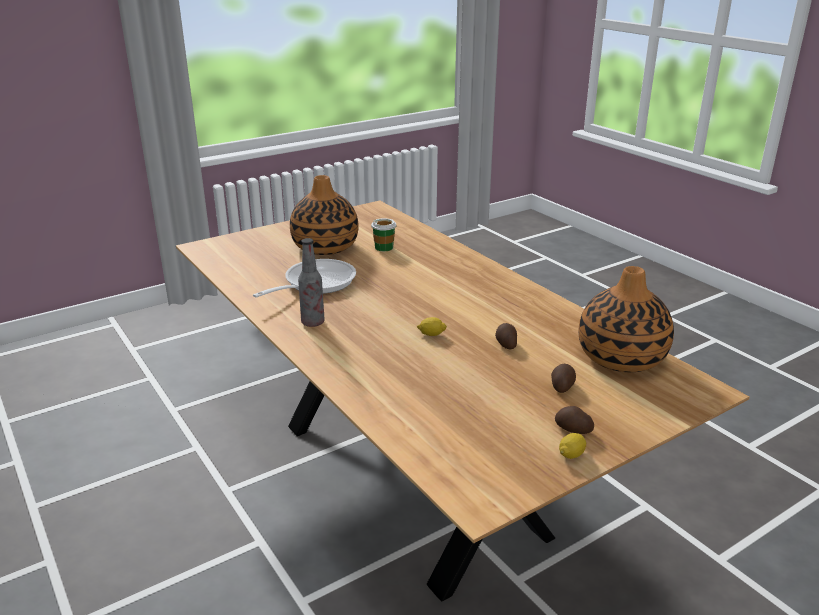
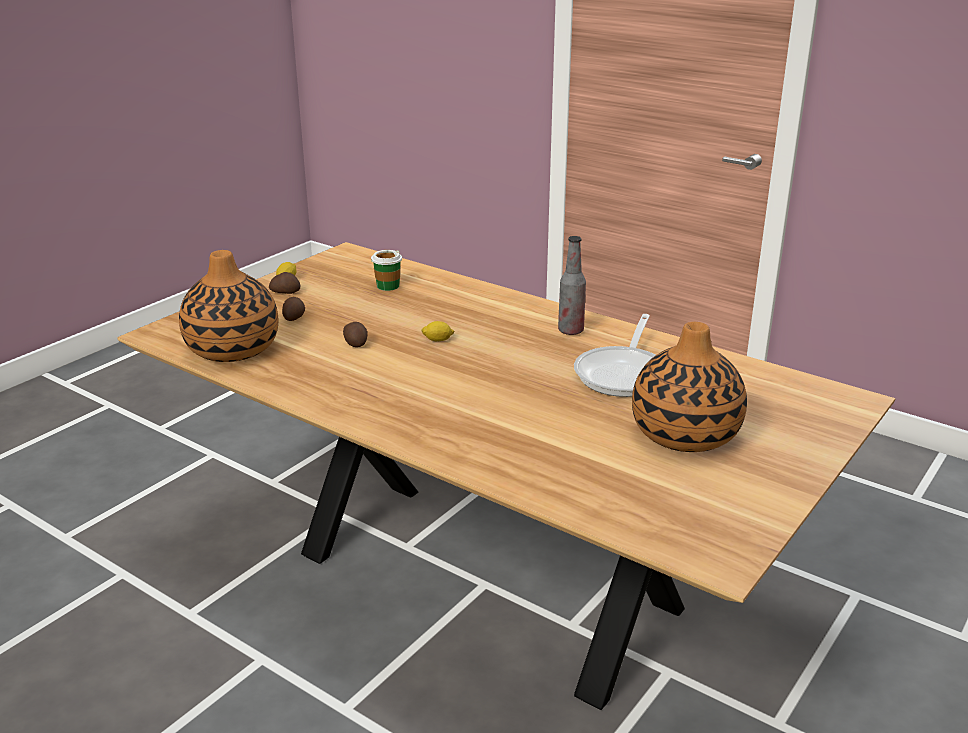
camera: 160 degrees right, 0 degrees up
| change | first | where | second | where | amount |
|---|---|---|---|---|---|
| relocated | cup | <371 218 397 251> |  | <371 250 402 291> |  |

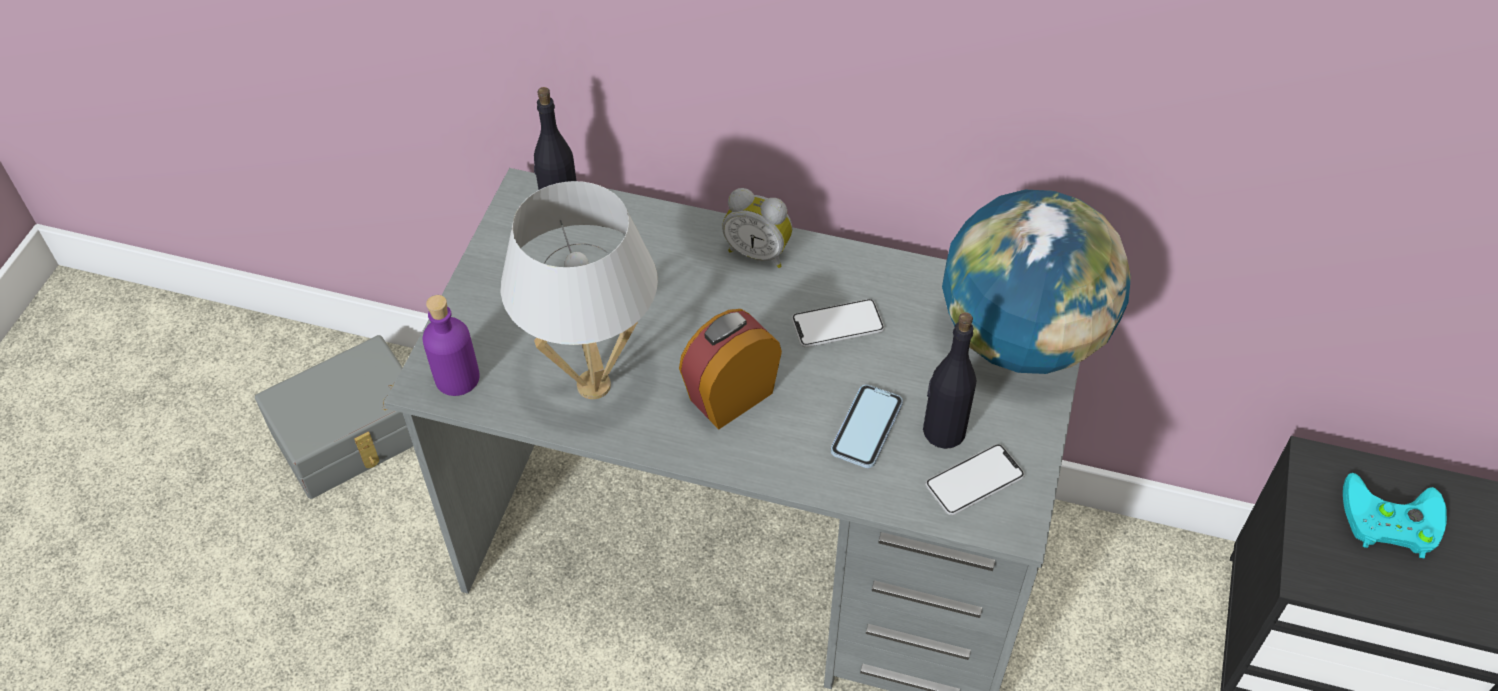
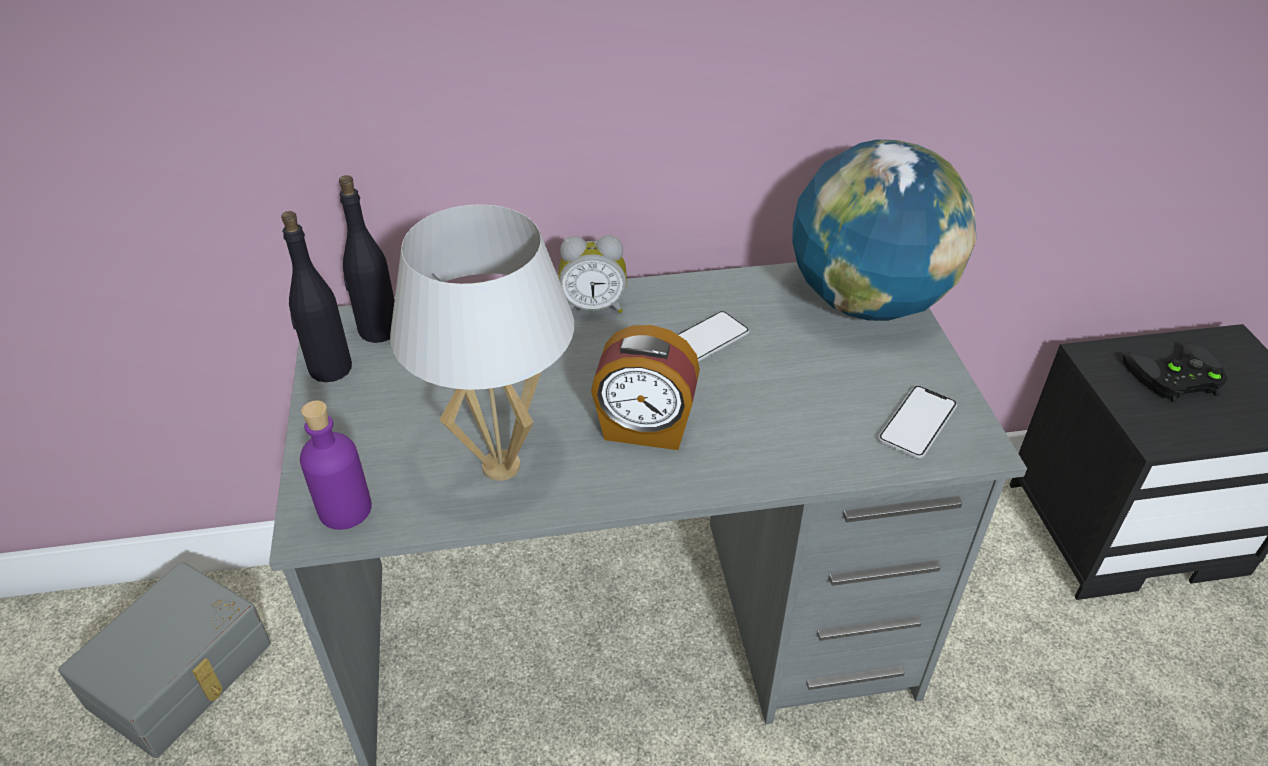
camera: 25 degrees left, 10 degrees down
| change | first | where | second | where | amount |
|---|---|---|---|---|---|
| relocated | bottle (black) | <923 312 976 449> |  | <281 211 352 382> |  |
| spun | alarm clock | <679 309 782 429> |  | <591 325 700 450> | 105 degrees counterclockwise |
| colour | game controller (turquoise) | <1343 473 1447 558> | game controller (black) | <1123 342 1228 403> |  |
| missing | phone | <831 384 903 468> |  |  |  |

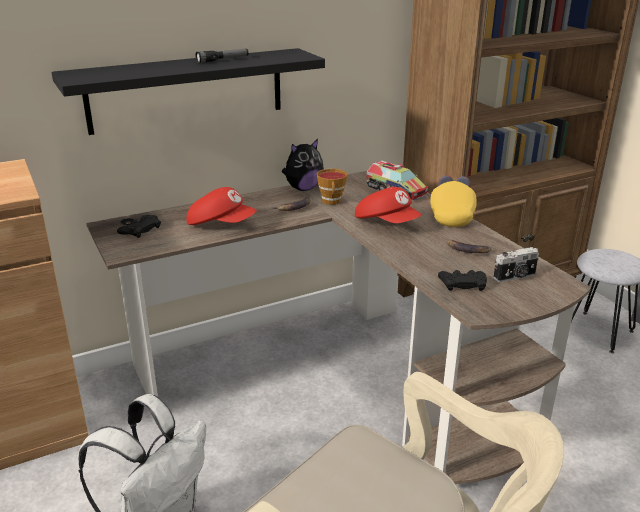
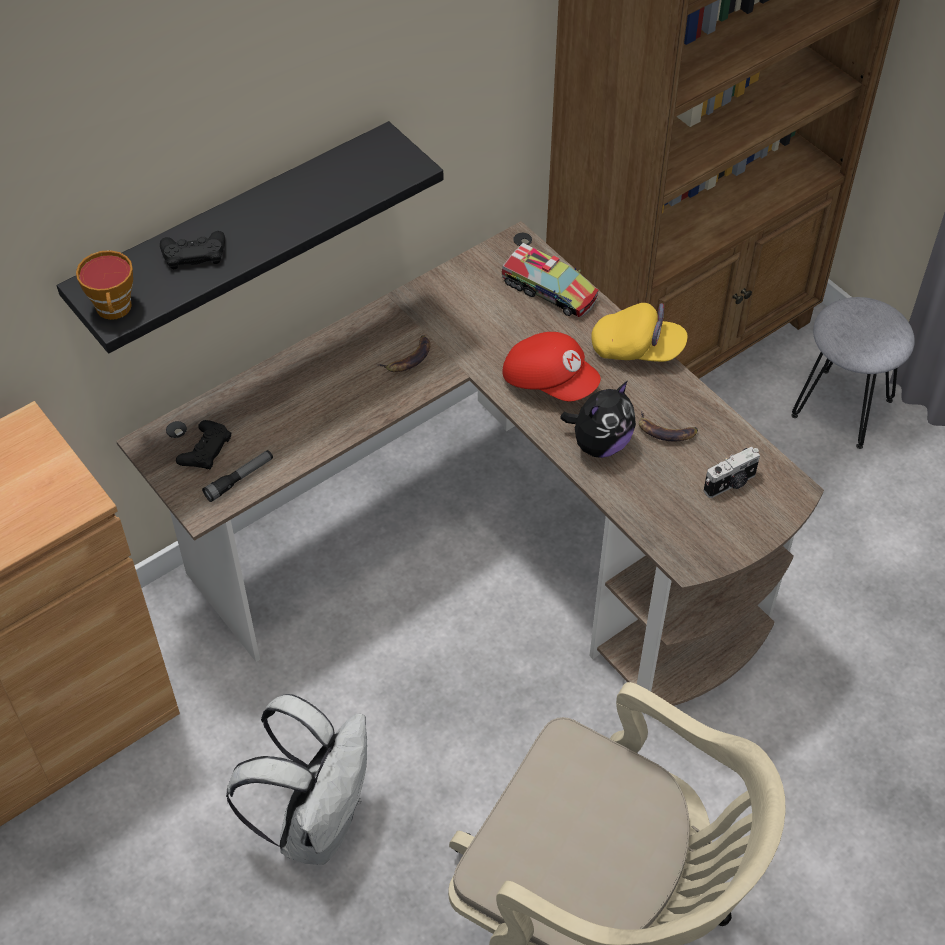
camera: 10 degrees left, 25 degrees up
| change | first | where | second | where | amount |
|---|---|---|---|---|---|
| relocated | cup | <317 169 348 205> |  | <76 250 133 320> |  |
| relocated | game controller (black) | <438 270 487 291> |  | <160 231 225 269> |  |
| relocated | flashlight | <195 49 249 63> |  | <202 450 273 502> |  |
| relocated | plush toy | <282 139 324 191> |  | <560 381 636 458> |  |
| spun | cap (yellow) | <430 175 477 227> |  | <591 303 688 362> | 105 degrees clockwise |
| missing | cap (red) | <186 187 257 225> |  |  |  |

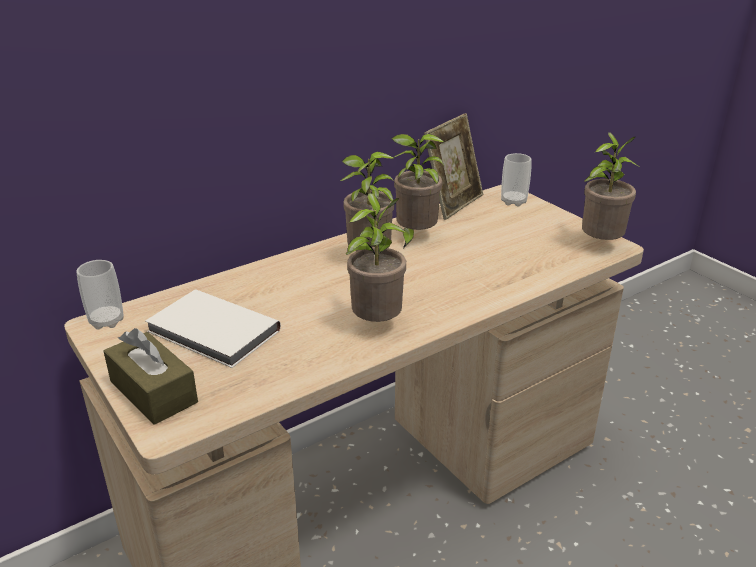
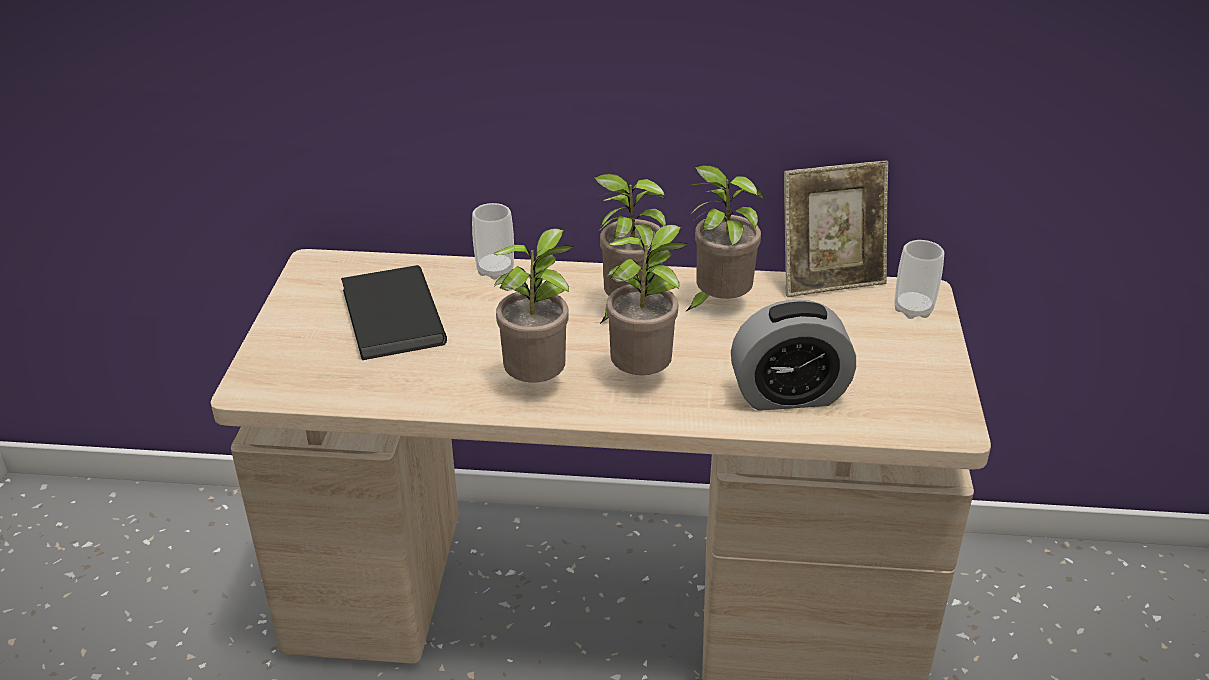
camera: 40 degrees right, 5 degrees up
| change | first | where | second | where | amount |
|---|---|---|---|---|---|
| colour | book (white) | <145 289 281 368> | book (black) | <341 265 447 360> |  |
| relocated | cup | <76 260 124 329> |  | <472 203 514 280> |  |
| relocated | potted plant | <582 132 639 240> |  | <606 224 687 375> |  |
| appeared |  |  | alarm clock | <731 299 856 411> |  |
| missing | tissue box (brown) | <104 328 198 425> |  |  |  |

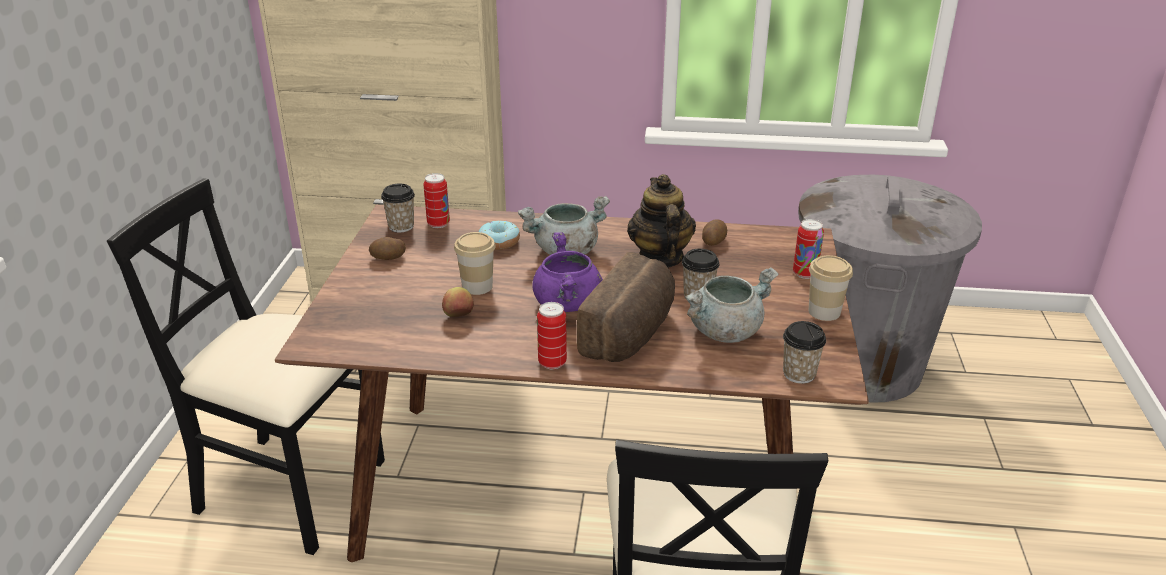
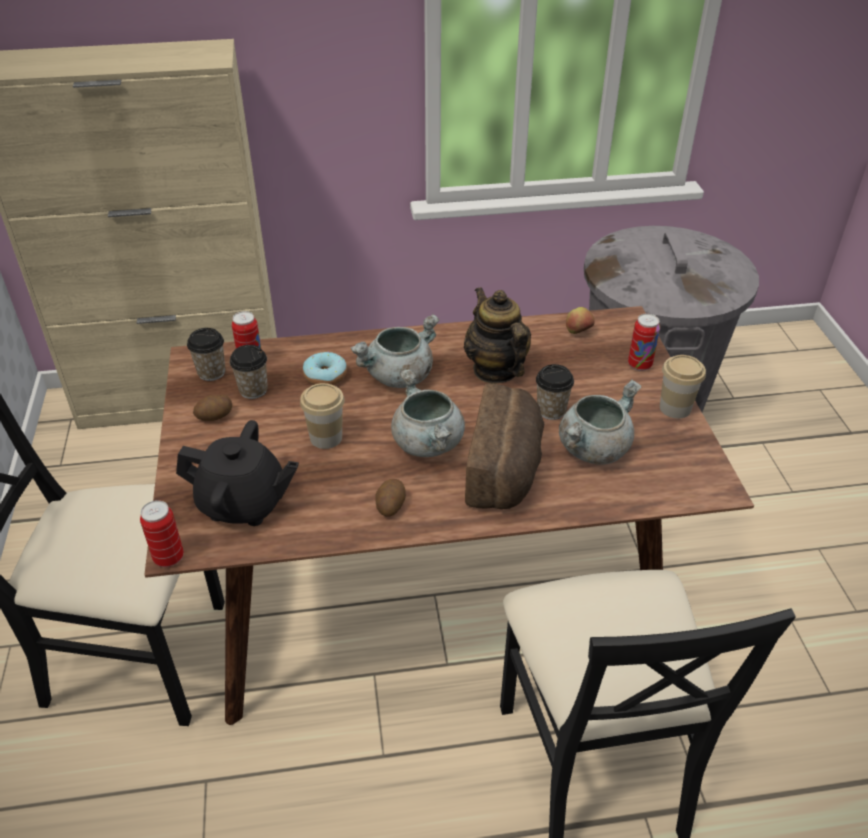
camera: 15 degrees left, 10 degrees up
| change | first | where | second | where | amount |
|---|---|---|---|---|---|
| relocated | can | <537 302 567 369> |  | <140 500 184 567> |  |
| appeared |  |  | teapot (black) | <176 420 299 526> |  |
| relocated | cup | <783 321 826 384> |  | <230 345 268 399> |  |
| relocated | potato | <702 219 727 246> |  | <375 479 406 517> |  |
| colour | cooking pot (purple) | <532 232 603 312> | cooking pot (grey) | <391 369 465 457> |  |
| relocated | apple | <442 287 474 317> |  | <566 307 595 334> |  |

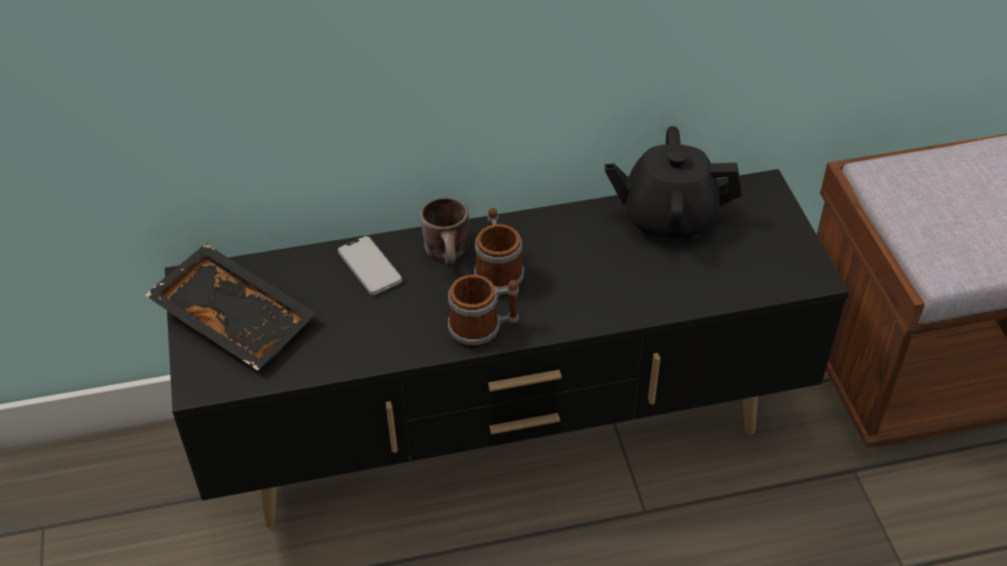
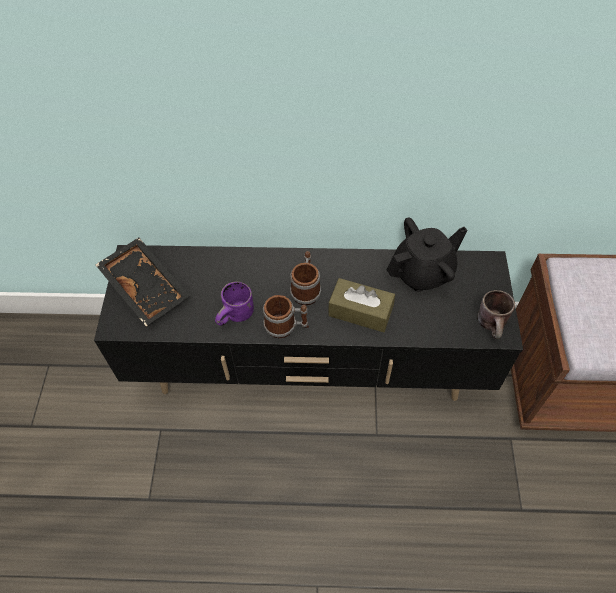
camera: 15 degrees right, 10 degrees up
| change | first | where | second | where | amount |
|---|---|---|---|---|---|
| appeared |  |  | mug (purple) | <215 282 254 326> |  |
| appeared |  |  | tissue box (brown) | <328 278 395 332> |  |
| spun | teapot (black) | <604 126 742 240> |  | <387 217 467 292> | 135 degrees clockwise |
| relocated | mug (brown) | <420 198 469 267> |  | <477 290 515 339> |  |
| missing | phone | <338 236 403 295> |  |  |  |

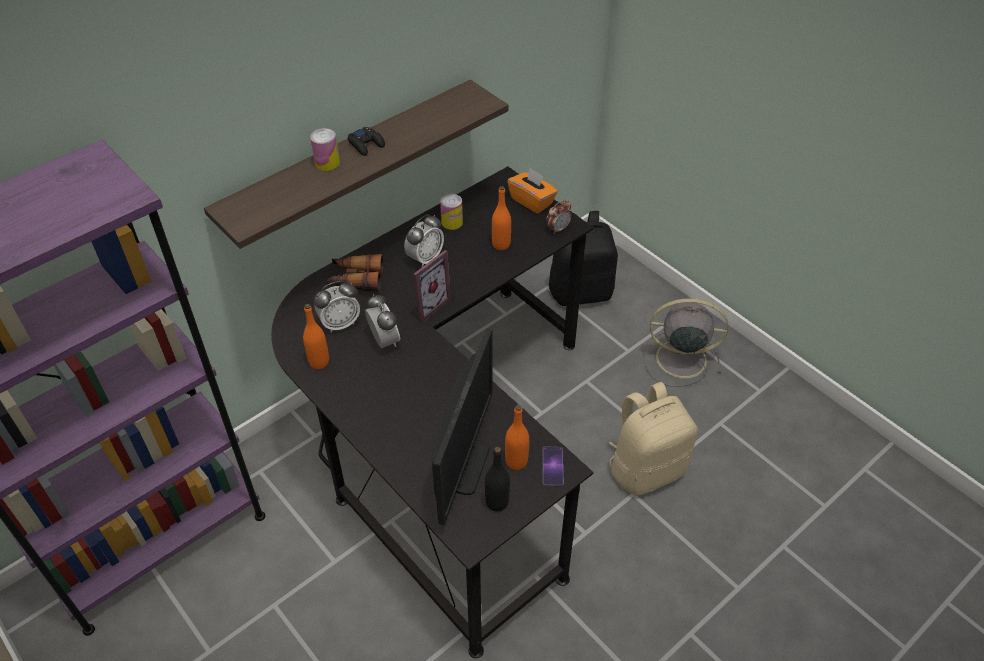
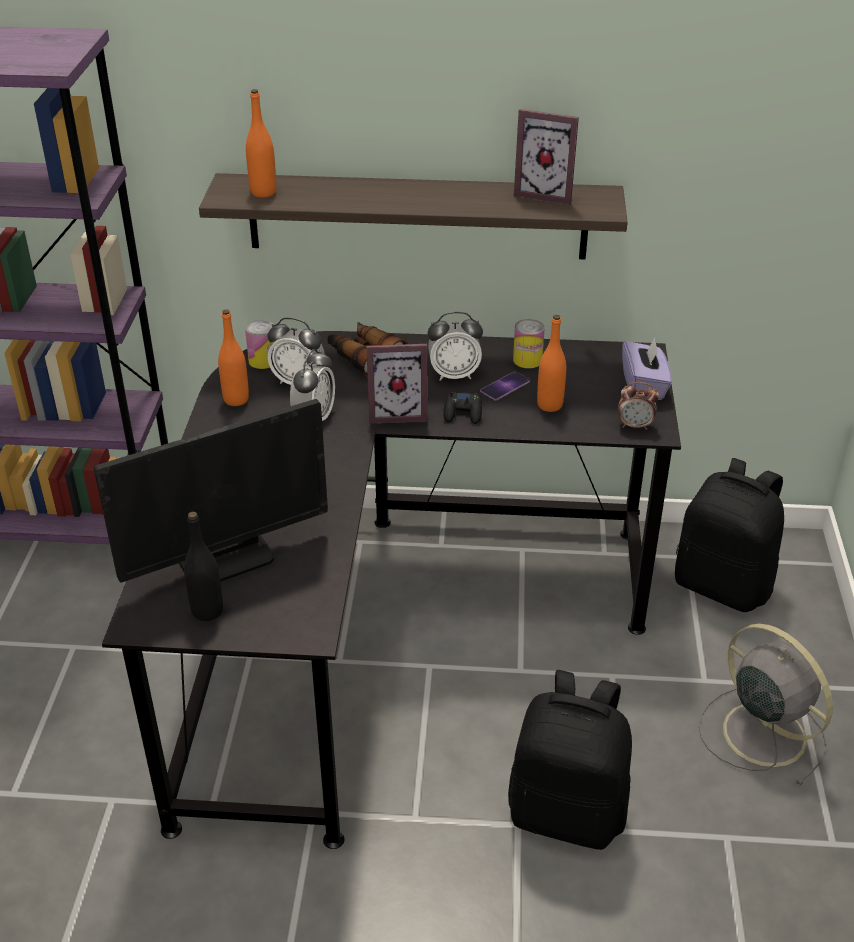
camera: 45 degrees right, 10 degrees down
| change | first | where | second | where | amount |
|---|---|---|---|---|---|
| relocated | can | <310 128 340 171> |  | <245 320 275 369> |  |
| relocated | bottle (orange) | <505 405 529 470> |  | <246 89 276 198> |  |
| relocated | game controller (black) | <348 127 385 156> |  | <443 392 482 424> |  |
| relocated | phone | <543 446 563 486> |  | <480 371 530 401> |  |
| colour | backpack (beige) | <609 382 698 496> | backpack (black) | <508 670 632 850> |  |
| appeared |  |  | picture frame | <514 109 579 205> |  |
| colour | tissue box (orange) | <507 168 558 214> | tissue box (purple) | <622 338 672 400> |  |

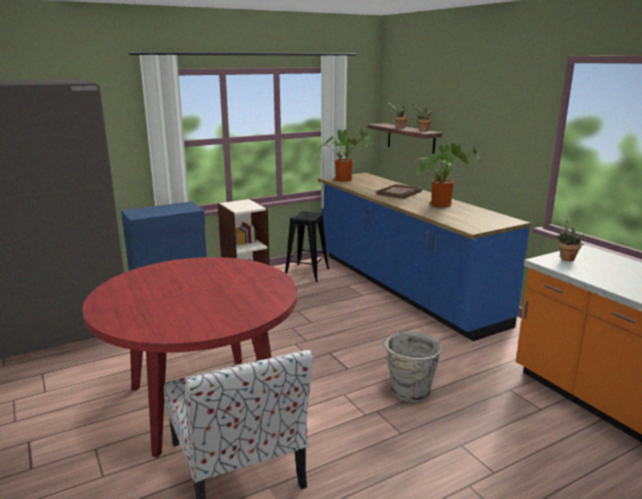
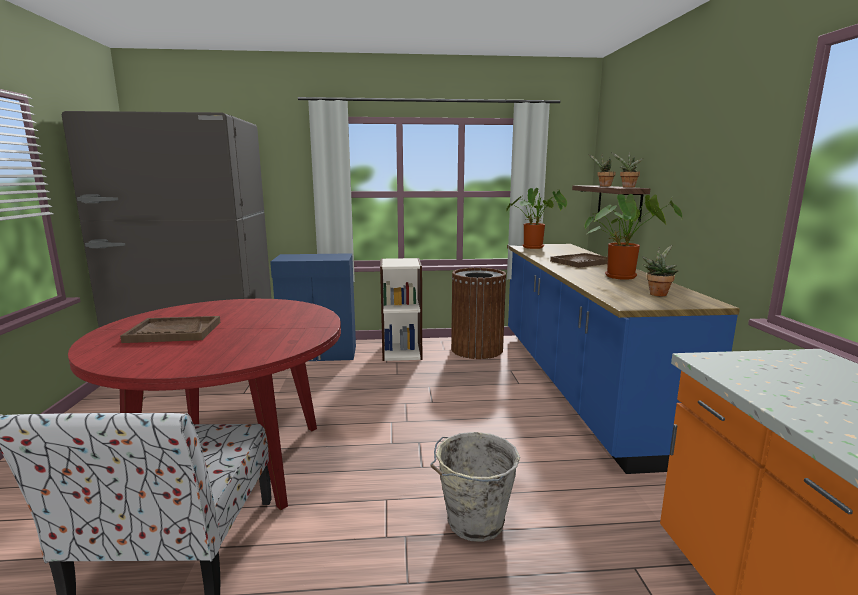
camera: 25 degrees right, 5 degrees down
| change | first | where | second | where | amount |
|---|---|---|---|---|---|
| appeared |  |  | tray (brown) | <120 316 220 343> |  |
| exchanged | stool (black) | <285 211 329 282> | trash can (brown) | <451 268 506 359> |  |
| relocated | potted plant | <554 215 584 261> |  | <642 245 679 296> |  |

